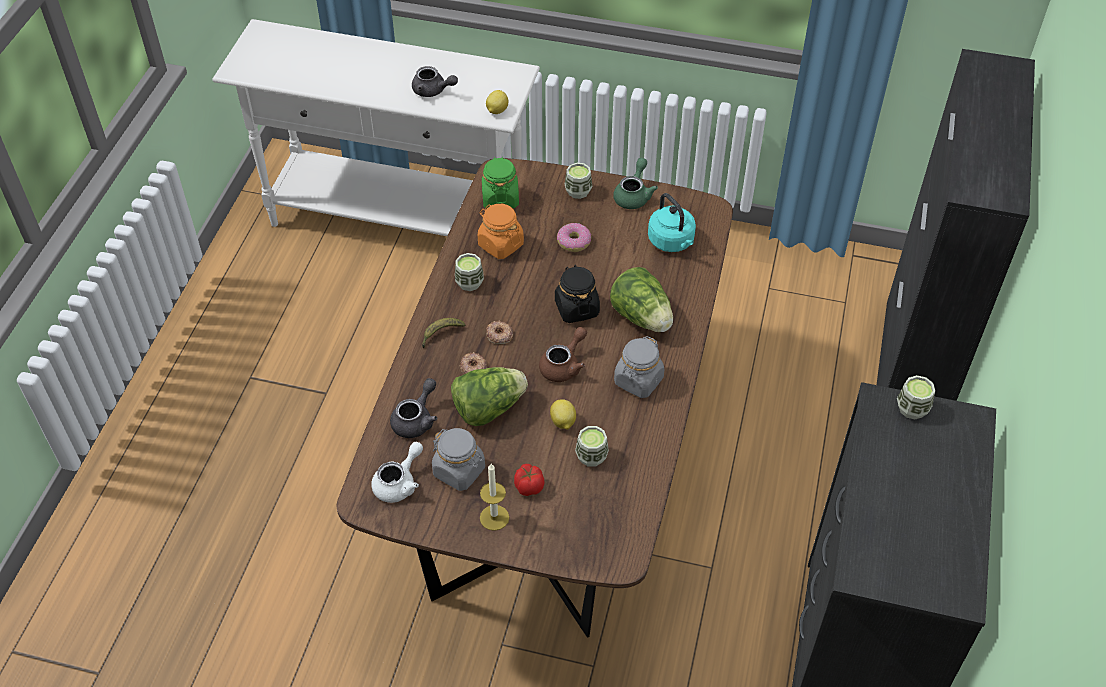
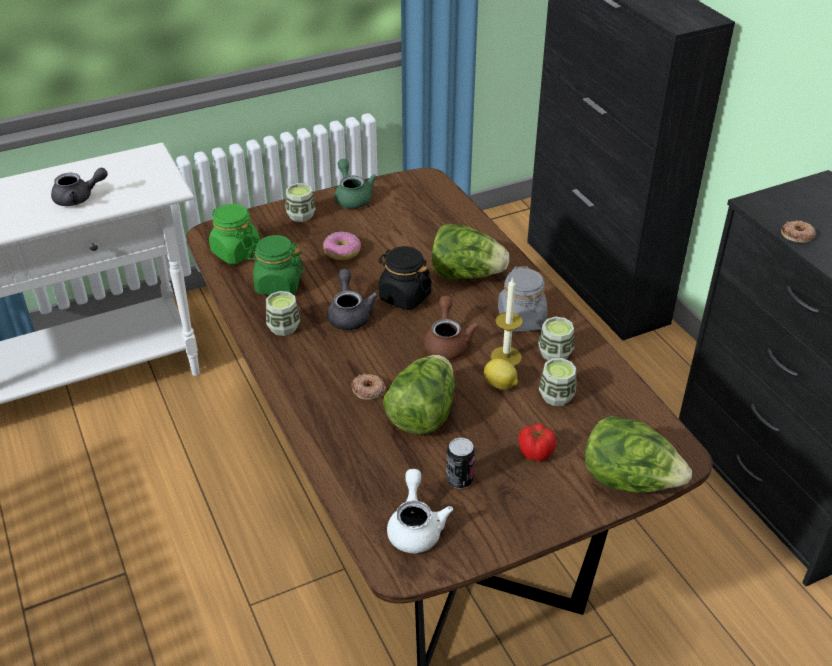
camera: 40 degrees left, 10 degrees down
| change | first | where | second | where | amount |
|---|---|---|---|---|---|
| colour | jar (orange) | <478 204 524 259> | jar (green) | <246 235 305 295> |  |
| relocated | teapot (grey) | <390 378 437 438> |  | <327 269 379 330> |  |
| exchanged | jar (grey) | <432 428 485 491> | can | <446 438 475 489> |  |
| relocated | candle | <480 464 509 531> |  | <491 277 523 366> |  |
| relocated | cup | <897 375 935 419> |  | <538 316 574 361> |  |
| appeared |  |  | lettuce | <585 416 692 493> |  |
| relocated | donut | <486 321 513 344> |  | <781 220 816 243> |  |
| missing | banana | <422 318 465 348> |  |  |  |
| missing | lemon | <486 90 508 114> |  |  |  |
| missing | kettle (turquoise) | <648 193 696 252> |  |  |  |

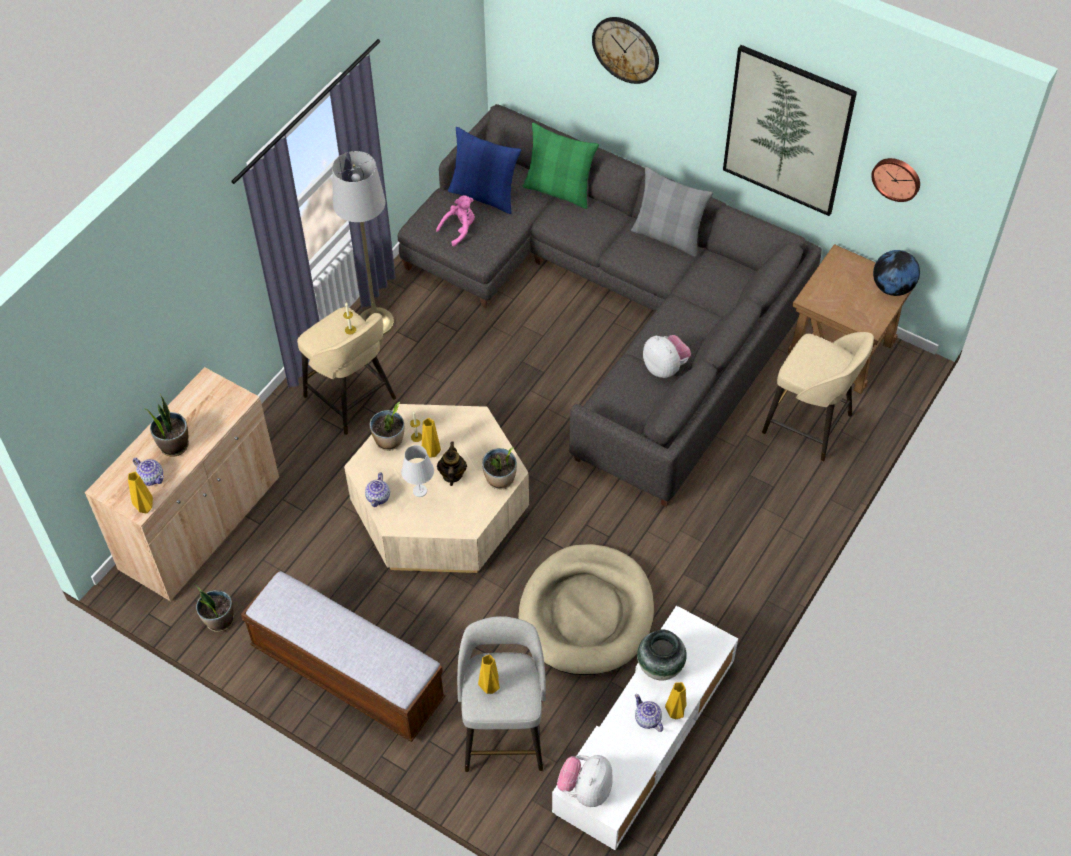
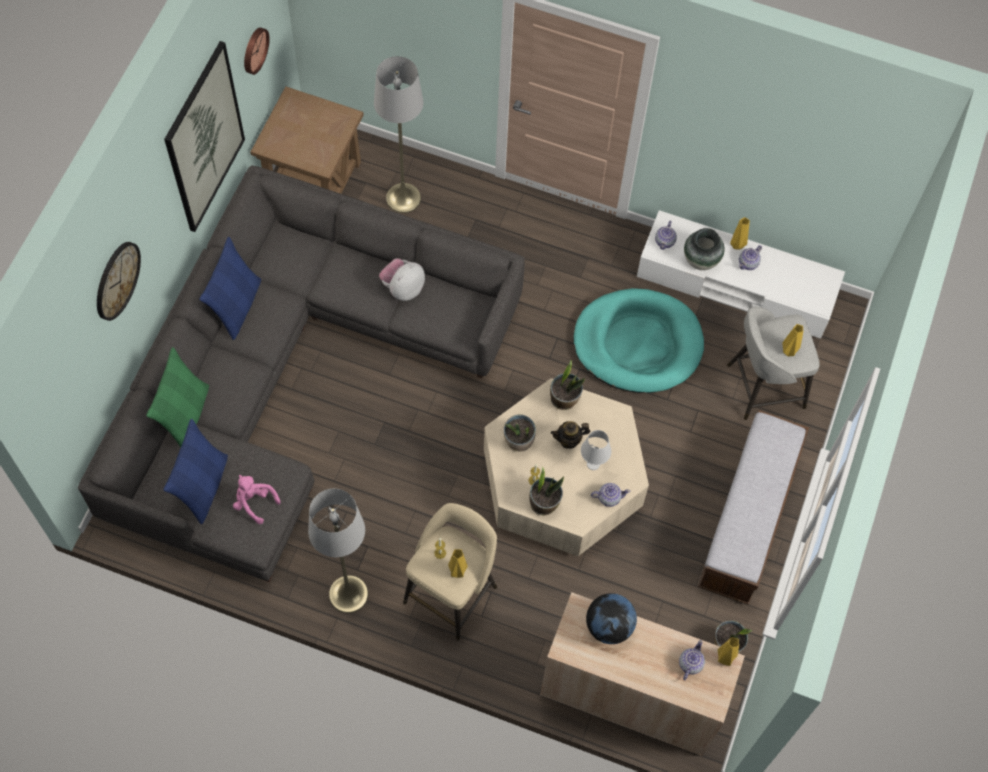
camera: 105 degrees left, 10 degrees up
| change | first | where | second | where | amount |
|---|---|---|---|---|---|
| colour | pillow (grey) | <631 166 713 257> | pillow (blue) | <199 237 261 340> |  |
| exchanged | stool (beige) | <762 332 874 461> | floor lamp (grey) | <374 56 423 213> |  |
| relocated | vase (yellow) | <422 418 441 458> |  | <448 549 468 578> |  |
| relocated | potted plant | <145 394 189 457> |  | <504 414 536 452> |  |
| colour | dog bed (beige) | <518 544 654 675> | dog bed (turquoise) | <573 288 704 393> |  |
| relocated | globe | <873 250 920 296> |  | <586 593 637 644> |  |
| appeared |  |  | teapot | <655 221 677 250> |  |
| missing | plush toy | <557 755 613 807> |  |  |  |

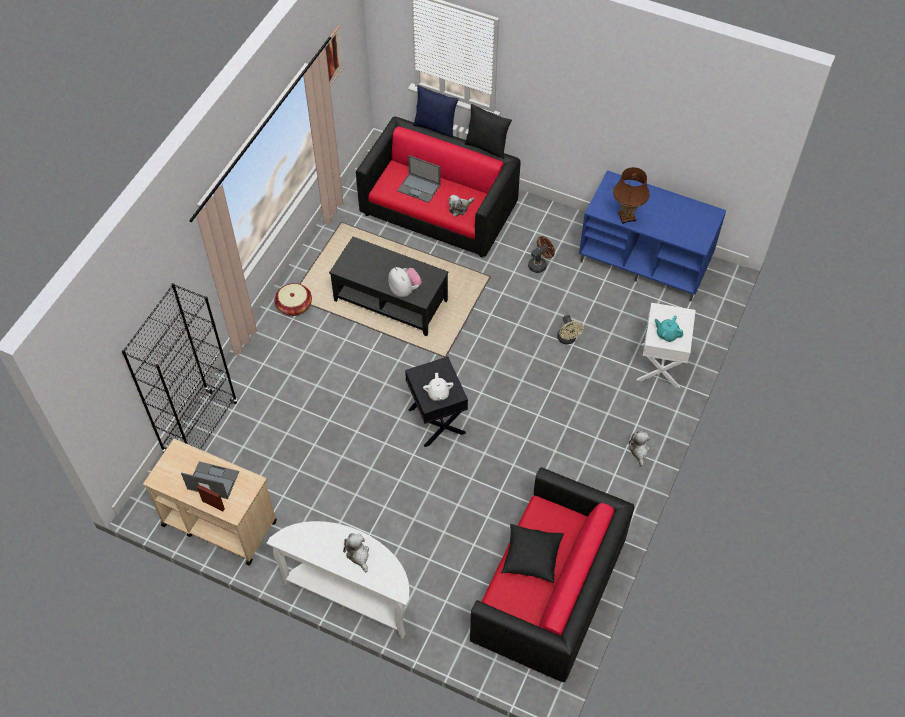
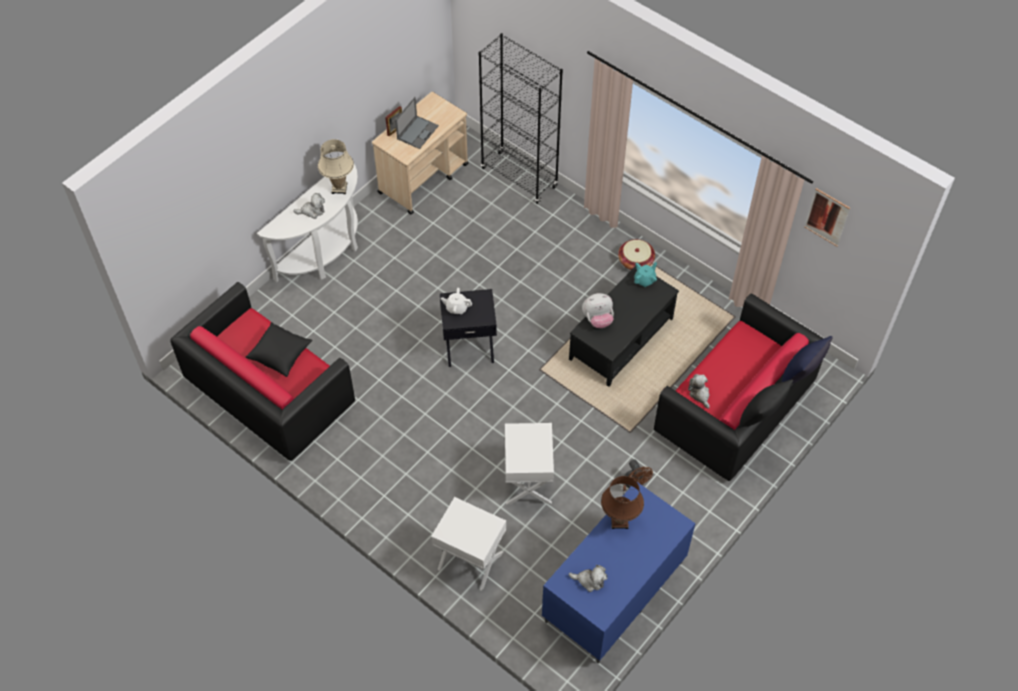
camera: 105 degrees right, 0 degrees up
| change | first | where | second | where | amount |
|---|---|---|---|---|---|
| appeared |  |  | table lamp (beige) | <318 139 354 194> |  |
| exchanged | fan (beige) | <557 315 584 344> | side table (white) | <505 423 554 504> |  |
| relocated | plush toy | <628 431 650 467> |  | <569 565 607 592> |  |
| relocated | teapot (turquoise) | <655 316 683 342> |  | <634 262 657 287> |  |
| missing | laptop | <397 155 441 203> |  |  |  |

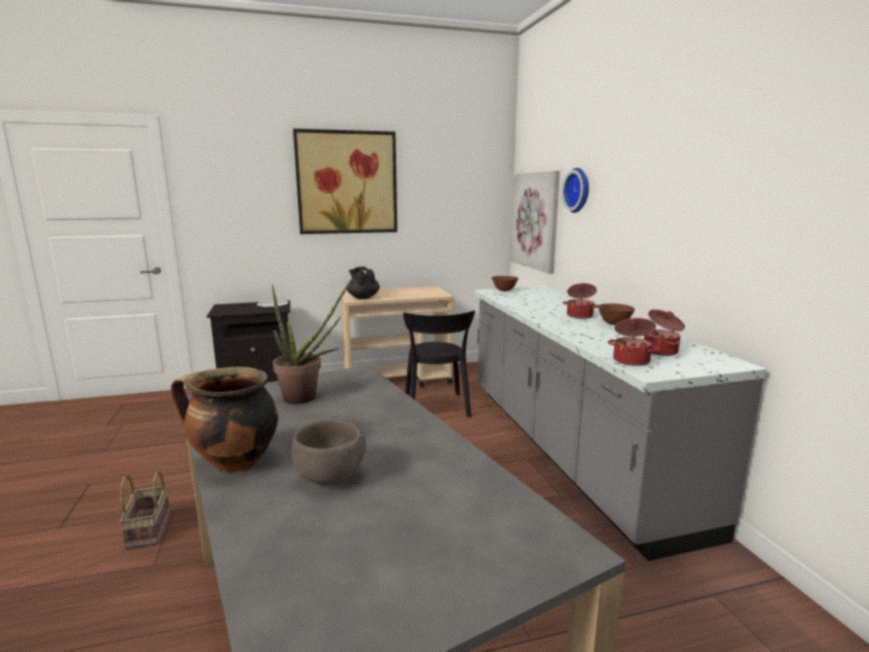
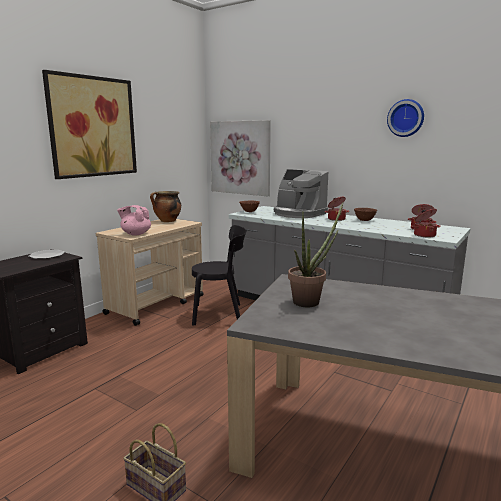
camera: 40 degrees left, 0 degrees up
| change | first | where | second | where | amount |
|---|---|---|---|---|---|
| colour | teapot (black) | <347 266 380 299> | teapot (pink) | <117 205 151 236> |  |
| relocated | cooking pot | <171 367 278 472> |  | <150 191 181 222> |  |
| spun | chair (black) | <403 310 475 417> |  | <192 225 247 326> | 45 degrees counterclockwise |
| appeared |  |  | coffee machine | <274 169 328 218> |  |
| relocated | wall clock | <562 168 589 213> |  | <387 99 424 137> |  |
| missing | bowl (brown) | <292 420 366 485> |  |  |  |

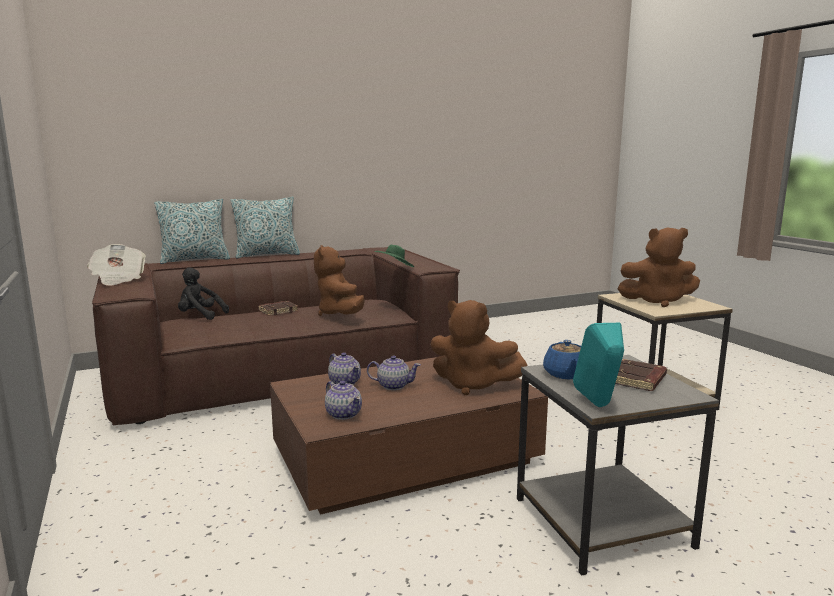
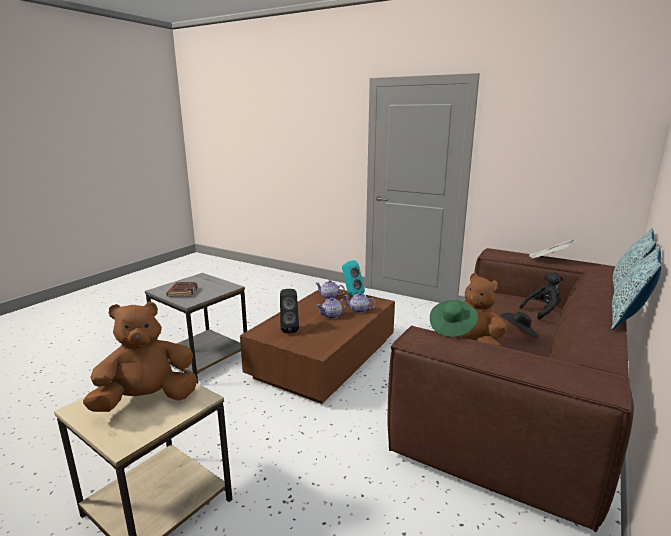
camera: 145 degrees right, 5 degrees up
| change | first | where | second | where | amount |
|---|---|---|---|---|---|
| exchanged | plush toy (brown) | <430 300 528 395> | speaker (black) | <280 289 299 333> |  |
| relocated | speaker (turquoise) | <573 323 624 407> |  | <342 260 365 296> |  |
| exchanged | book (brown) | <258 301 298 316> | hat (black) | <501 312 539 338> |  |
| missing | teapot (blue) | <543 340 581 379> |  |  |  |

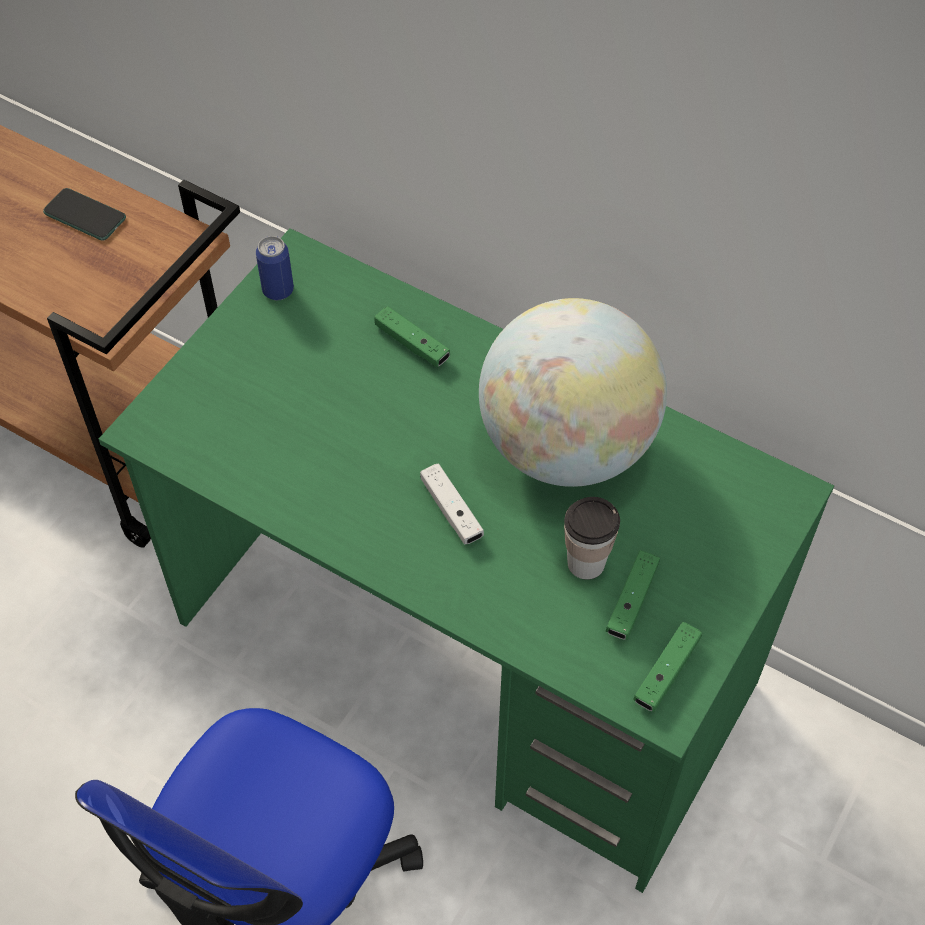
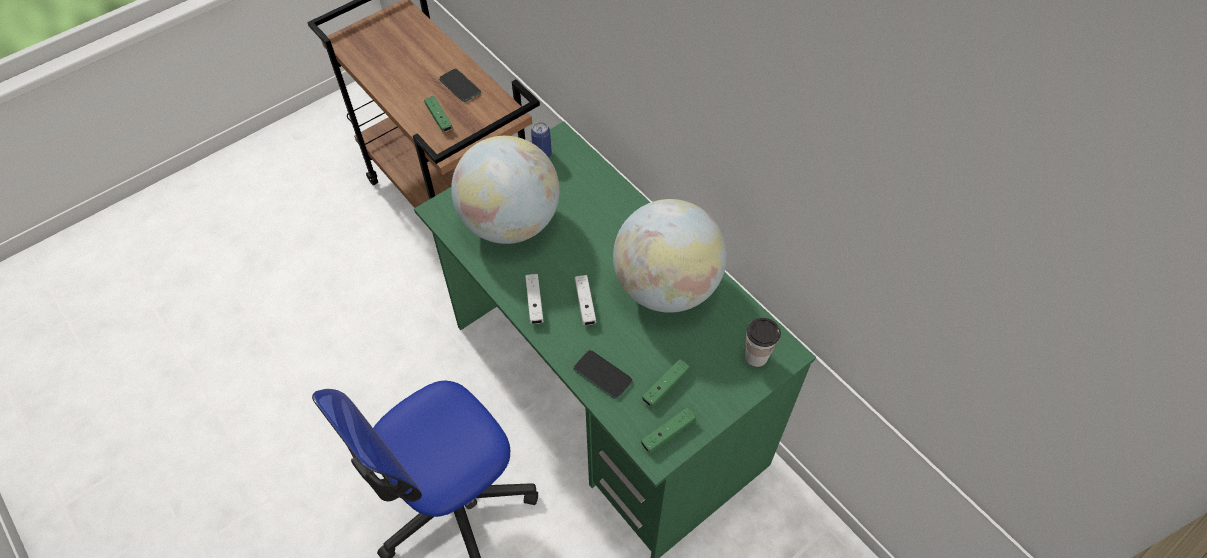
camera: 20 degrees right, 0 degrees up
| change | first | where | second | where | amount |
|---|---|---|---|---|---|
| relocated | game controller (green) | <374 306 450 367> |  | <424 96 453 132> |  |
| appeared |  |  | globe | <451 136 560 244> |  |
| appeared |  |  | game controller (white) | <525 274 544 324> |  |
| appeared |  |  | phone | <573 350 633 399> |  |
| relocated | cup | <564 497 620 580> |  | <745 318 781 367> |  |

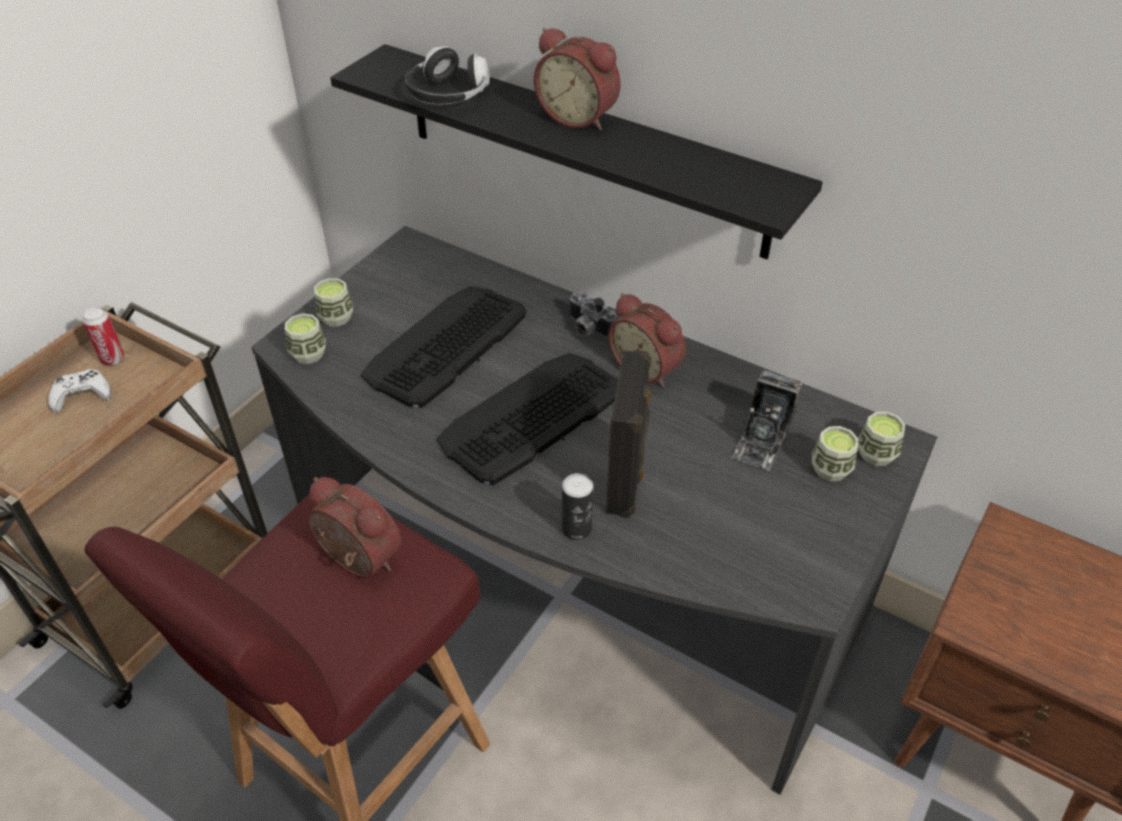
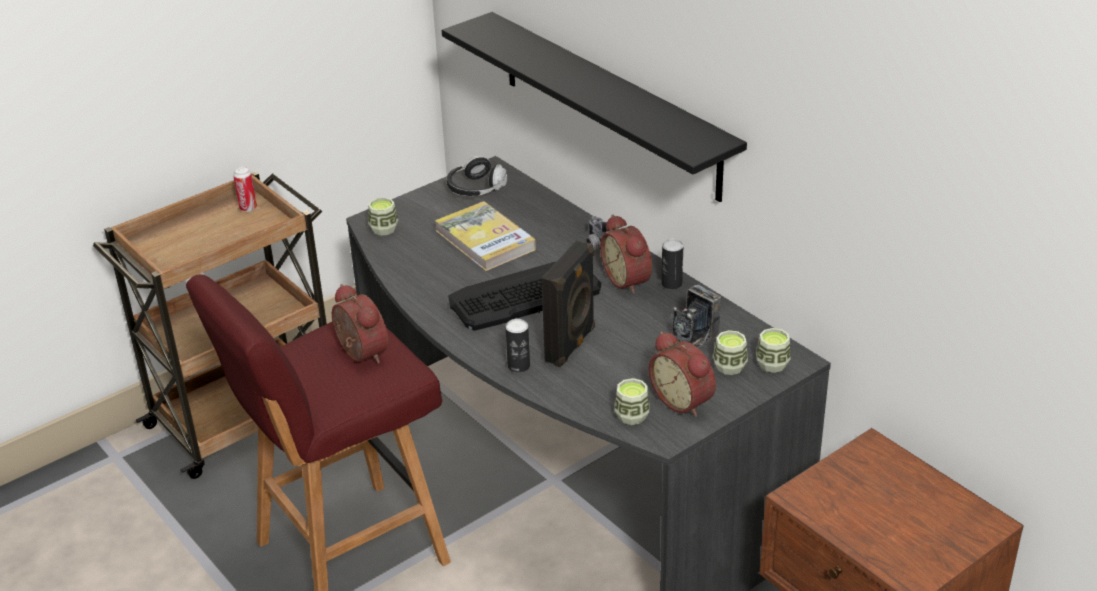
camera: 20 degrees right, 10 degrees down
| change | first | where | second | where | amount |
|---|---|---|---|---|---|
| exchanged | keyboard | <361 286 527 408> | book | <435 201 536 271> |  |
| relocated | headphones | <405 47 490 105> |  | <447 156 507 196> |  |
| relocated | cup | <314 278 353 327> |  | <615 378 650 425> |  |
| relocated | alarm clock | <534 28 621 130> |  | <649 331 716 417> |  |
| appeared |  |  | can | <662 239 683 290> |  |
| missing | game controller (white) | <48 369 112 413> |  |  |  |

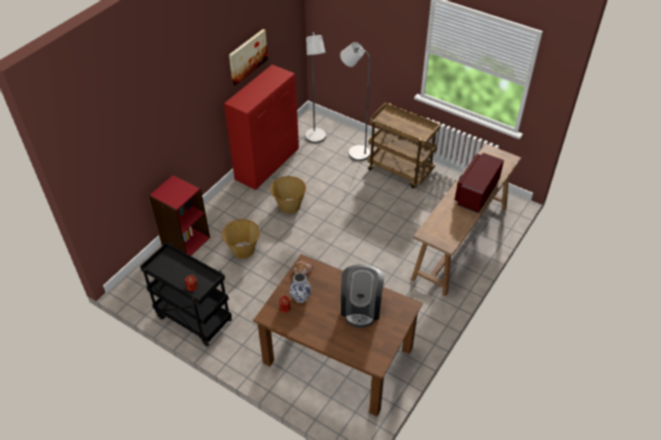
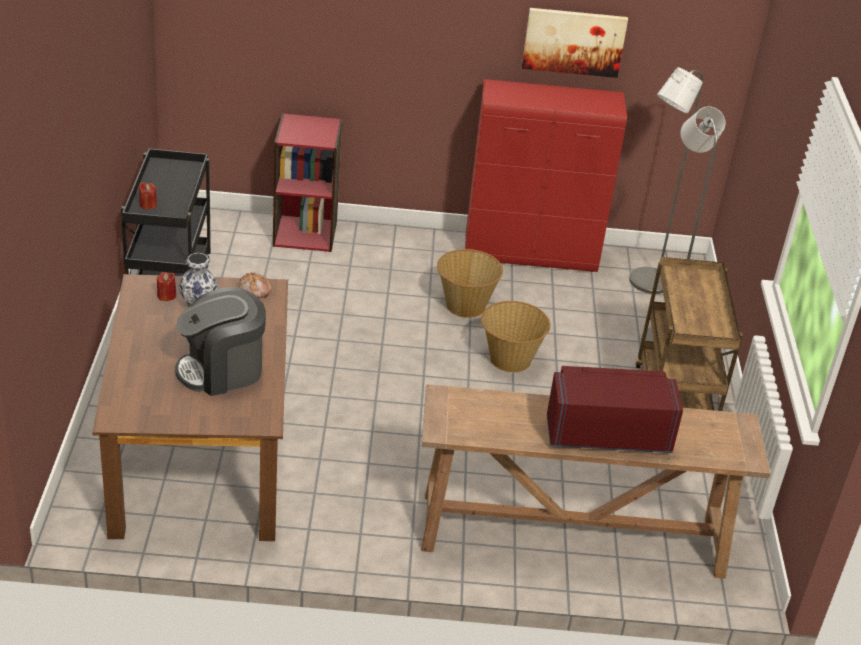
camera: 55 degrees right, 10 degrees down
| change | first | where | second | where | amount |
|---|---|---|---|---|---|
| relocated | basket | <222 219 260 259> |  | <481 301 550 373> |  |

